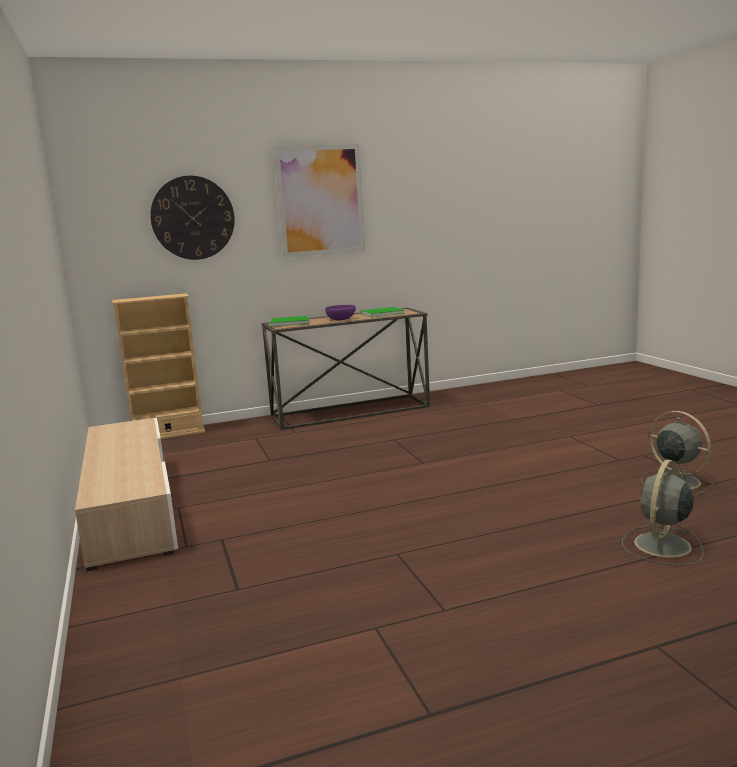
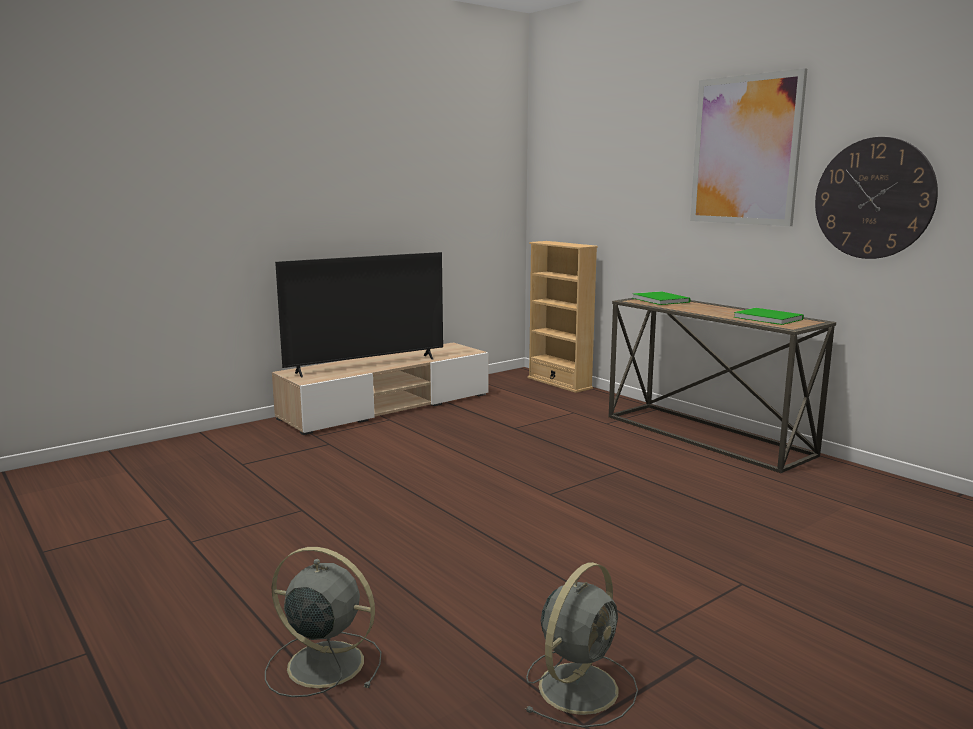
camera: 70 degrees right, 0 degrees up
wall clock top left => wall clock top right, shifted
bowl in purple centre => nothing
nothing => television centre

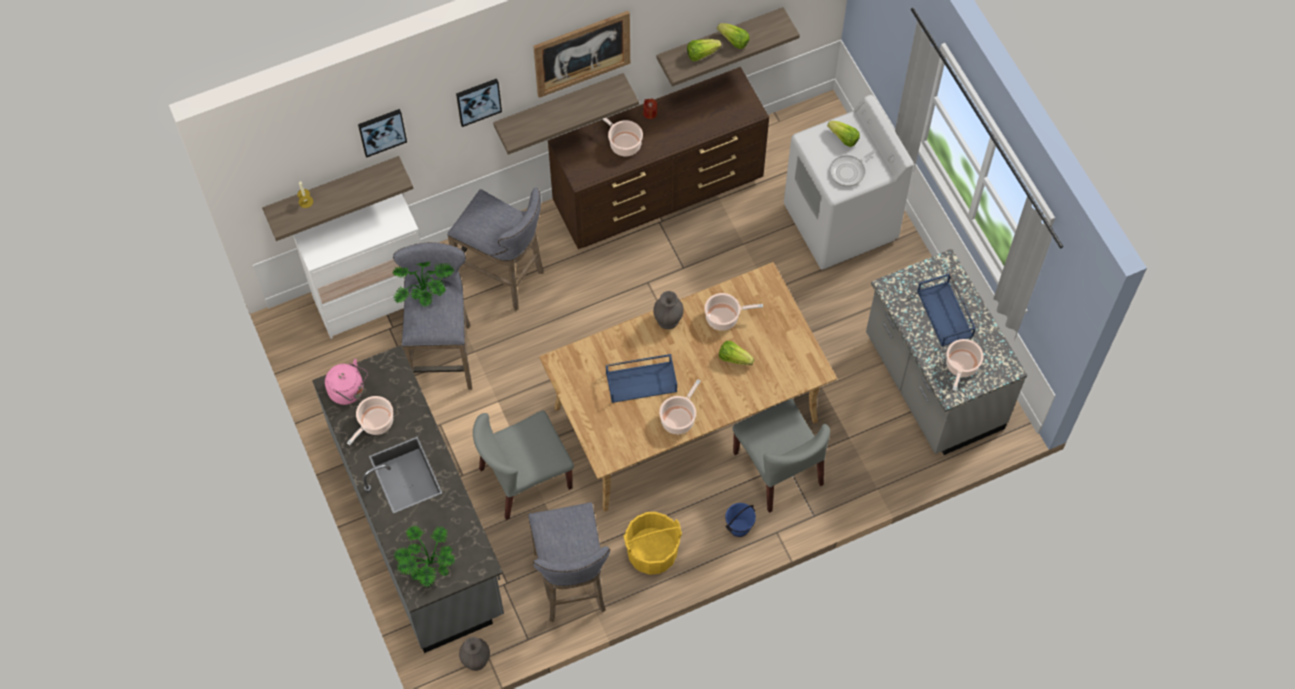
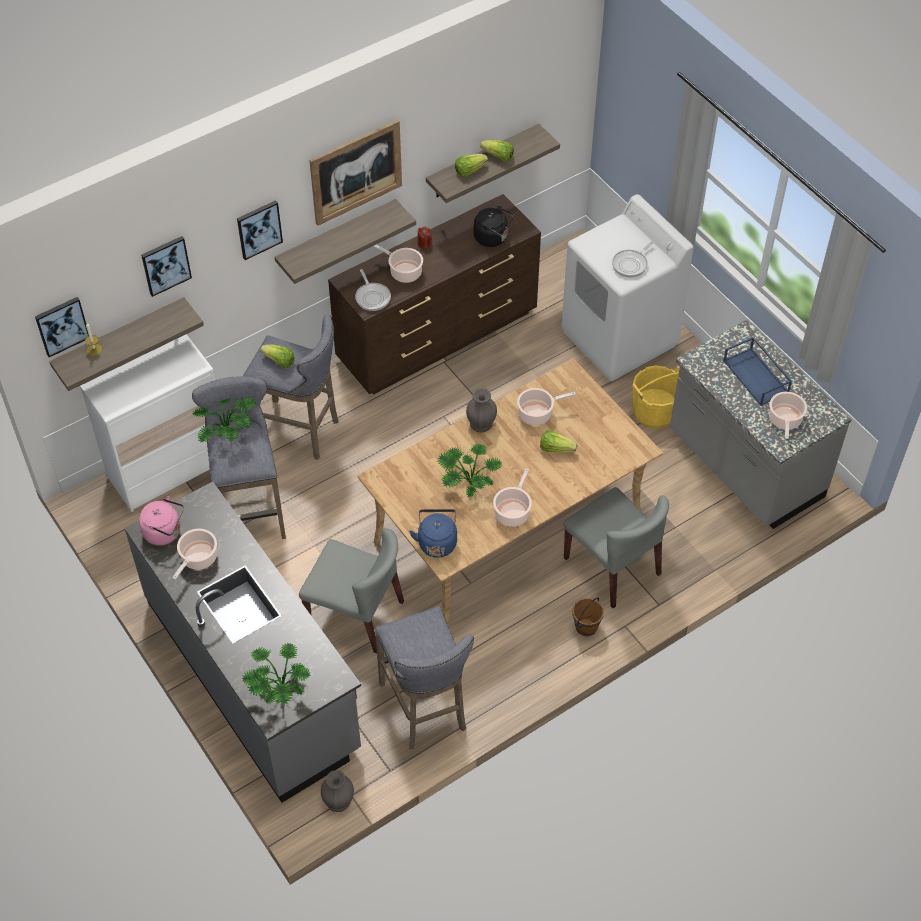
camera: 10 degrees left, 10 degrees down
chair in grey (no. 1 from left) bottom centre => chair in grey (no. 1 from left) centre, 120 degrees counterclockwise
tray in blue (no. 1 from left) centre => potted plant (no. 3 from left) centre
bucket in yellow bottom centre => bucket in yellow middle right, shifted
bucket in blue bottom centre => bucket in brown bottom centre
lettuce (no. 4 from left in the first image) top centre => lettuce (no. 1 from left) middle left, shifted
nothing => picture (no. 1 from left) middle left
nothing => frying pan (no. 1 from left) top centre
nothing => kettle in blue centre
nothing => kettle in black top centre

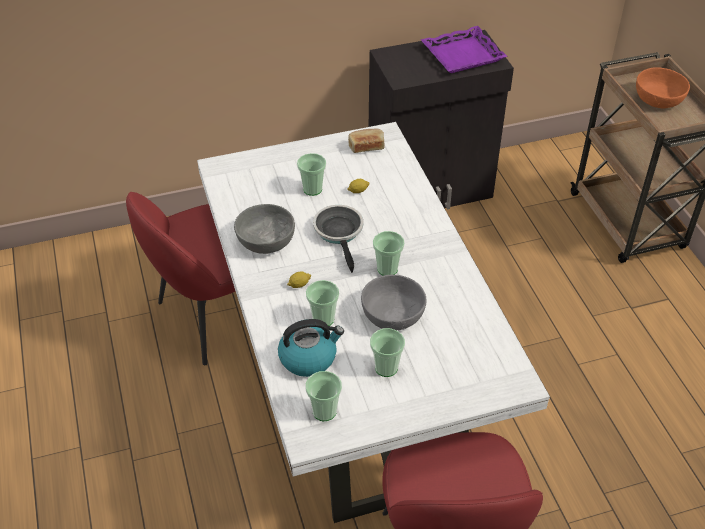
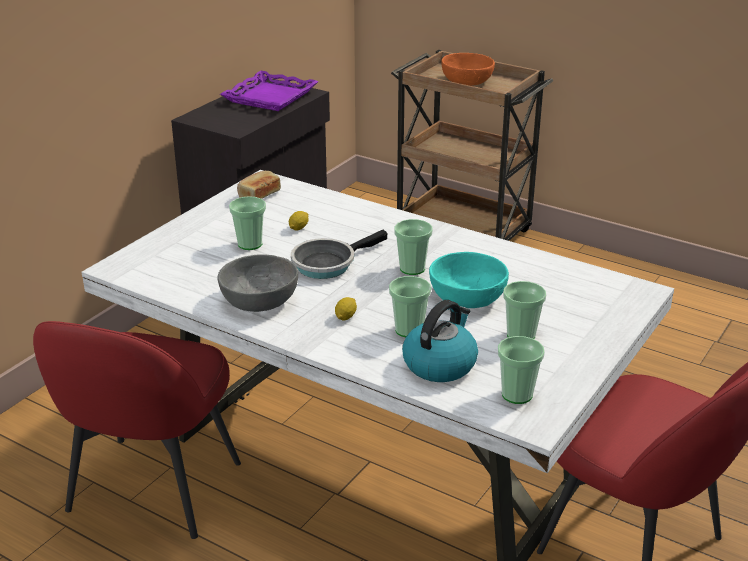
camera: 40 degrees left, 15 degrees down
frying pan centre, 75 degrees counterclockwise
bowl in grey (no. 2 from left) centre => bowl in turquoise centre

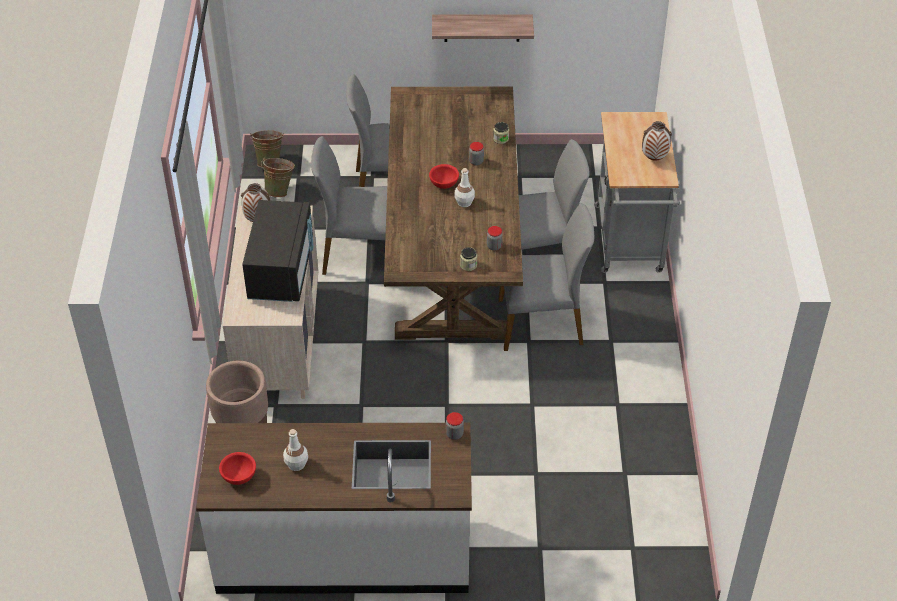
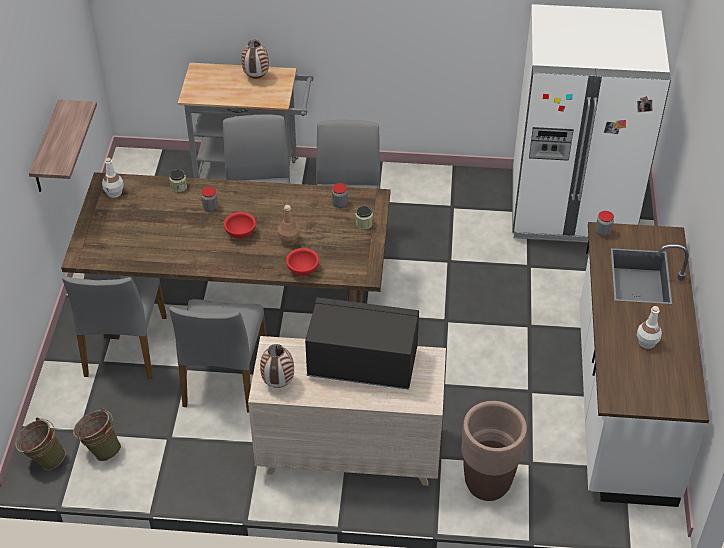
camera: 85 degrees left, 0 degrees up
bowl in red (no. 1 from left in the first image) bottom left => bowl in red (no. 2 from left) centre, shifted
bottle in white (no. 2 from left in the first image) top centre => bottle in white (no. 1 from left) top left, shifted
nothing => bottle in brown centre
nothing => fridge in white top right

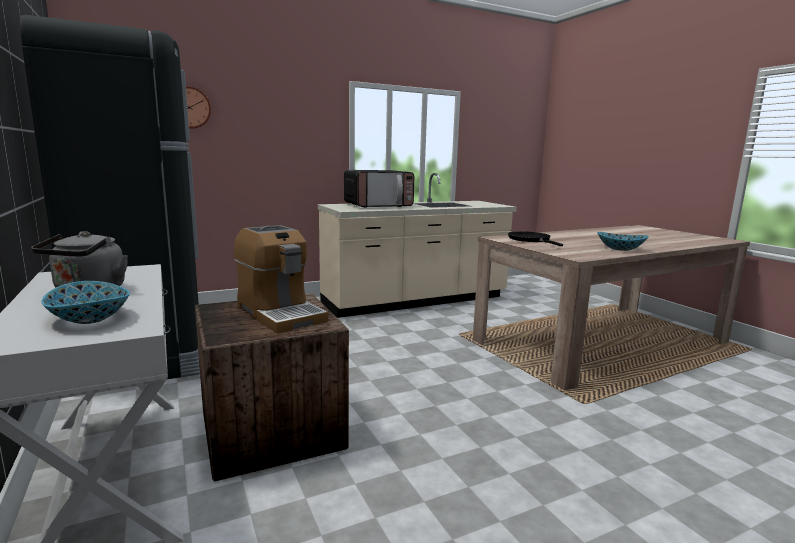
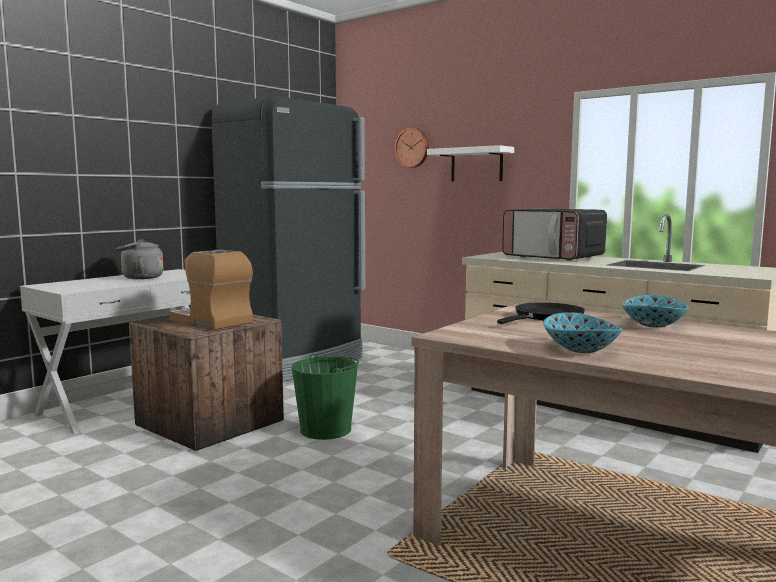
camera: 65 degrees right, 5 degrees down
bowl (no. 1 from left in the first image) middle left => bowl (no. 2 from left) middle right, shifted
coffee machine centre => coffee machine middle left, 105 degrees clockwise
nothing => bucket in green bottom centre
nothing => shelf in white top centre

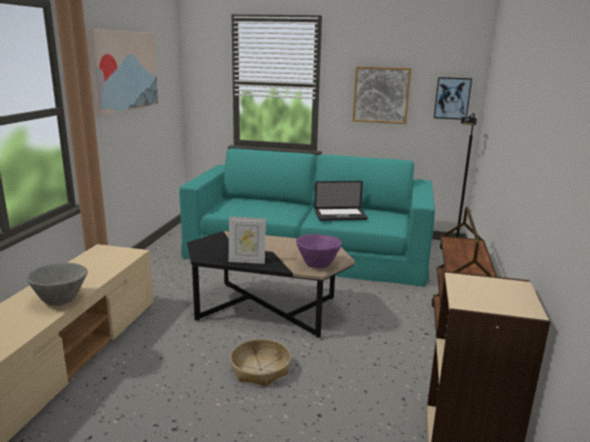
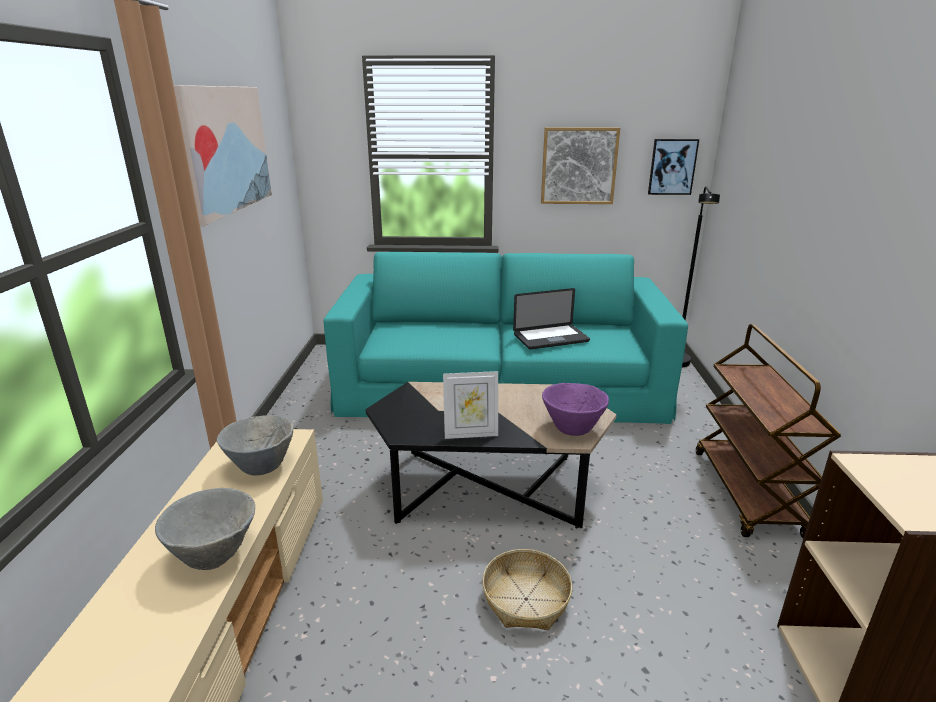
camera: 10 degrees left, 5 degrees up
nothing => bowl in grey (no. 2 from left) middle left

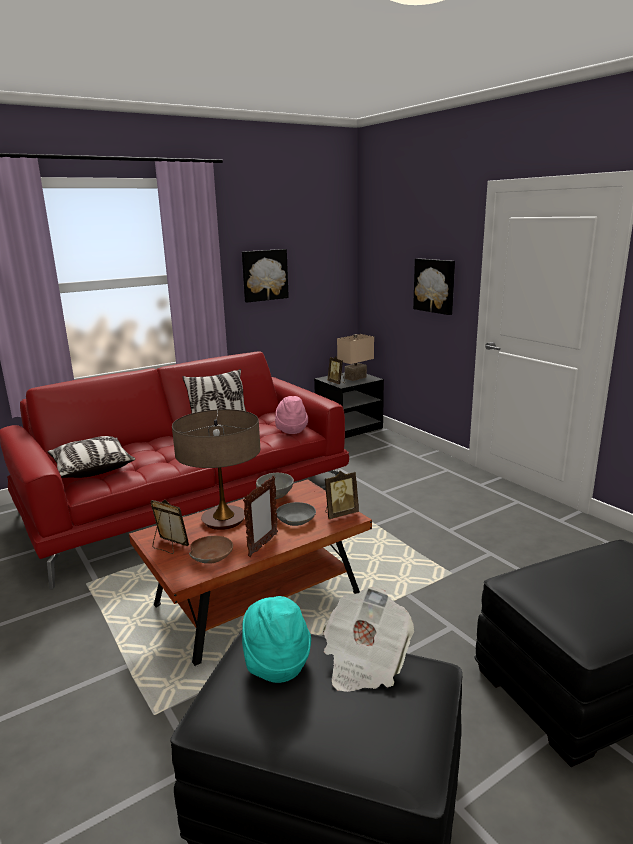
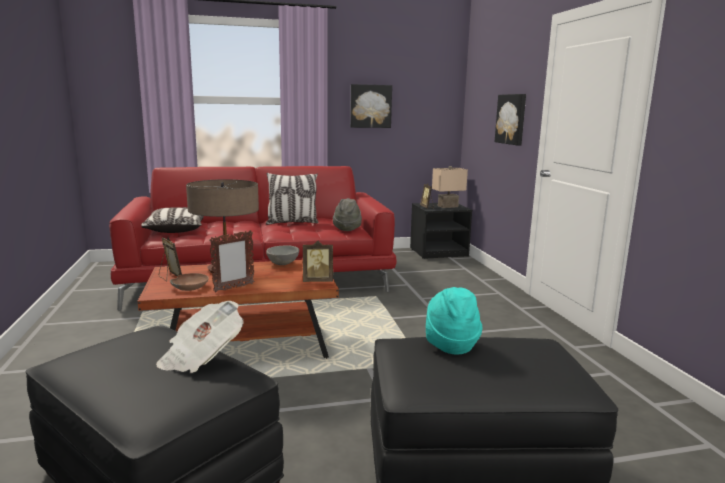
camera: 20 degrees right, 5 degrees down
hat in turquoise bottom centre => hat in turquoise centre, shifted
hat in pink centre => hat in grey centre
bowl in grey (no. 2 from left) centre => nothing

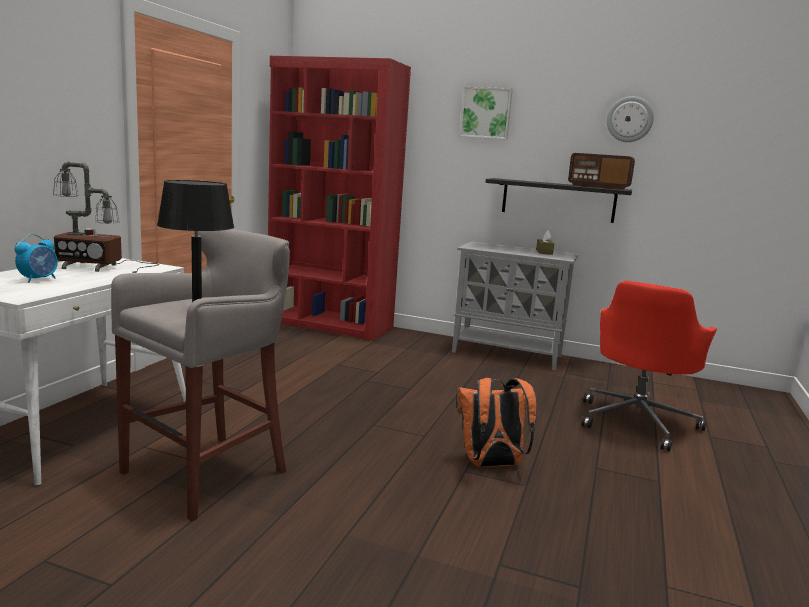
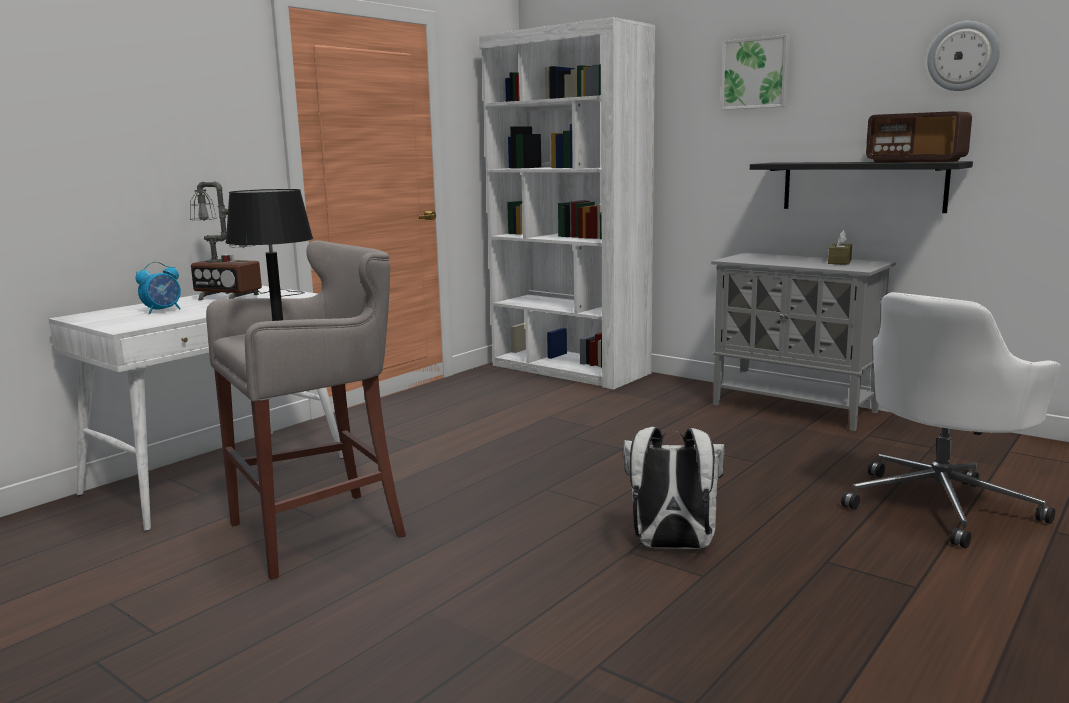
camera: 20 degrees right, 0 degrees up
bookcase in red top centre => bookcase in white top centre
backpack in orange bottom centre => backpack in white bottom centre
office chair in red middle right => office chair in white middle right

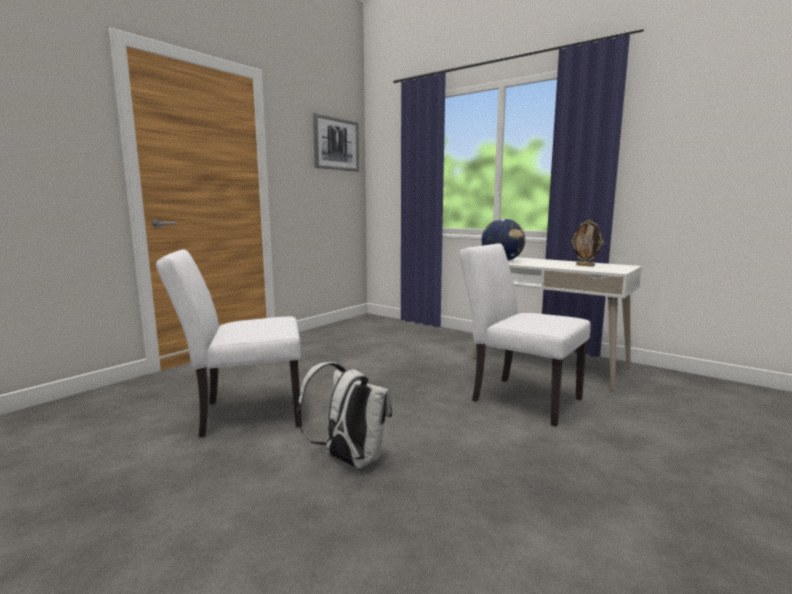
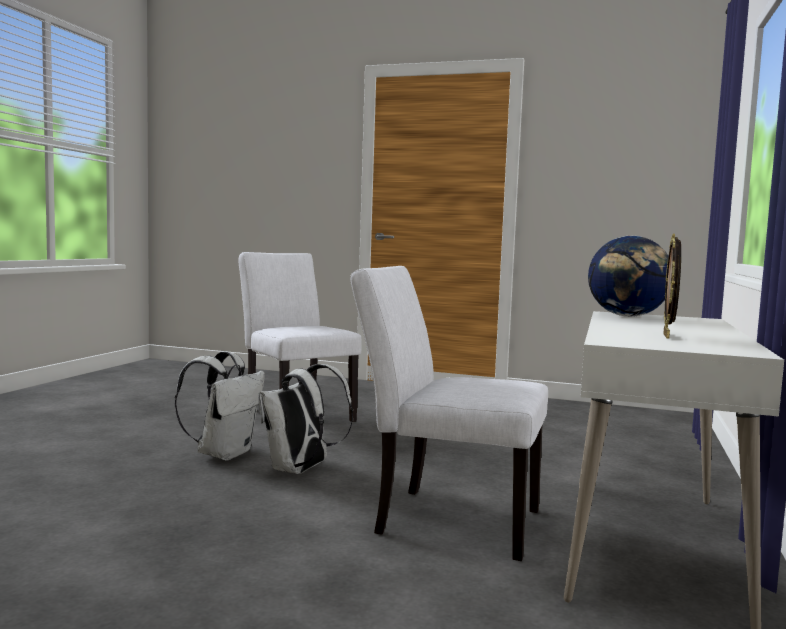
camera: 70 degrees right, 5 degrees down
picture top centre => nothing
chair in white (no. 2 from left) centre, 90 degrees counterclockwise
nothing => backpack in white (no. 2 from left) centre

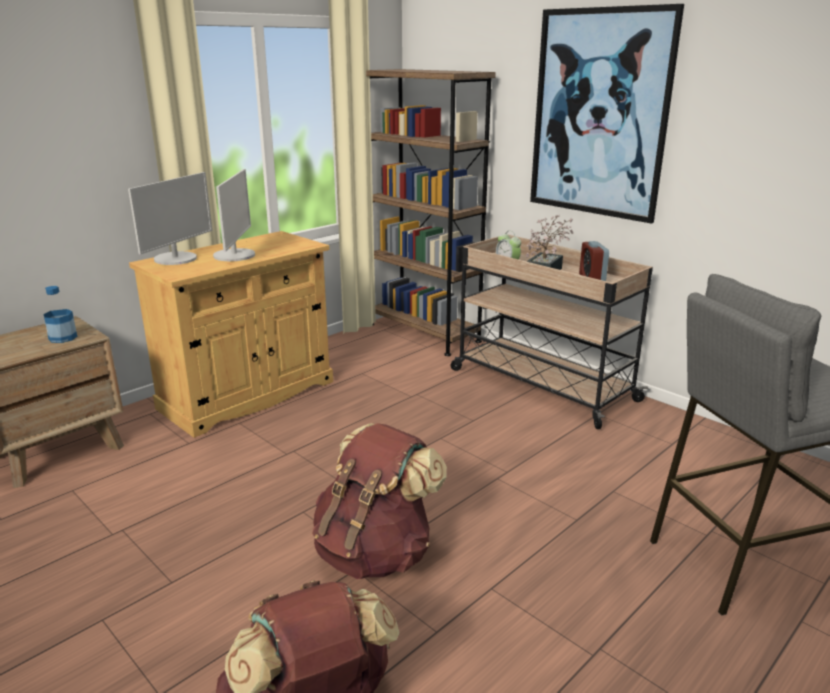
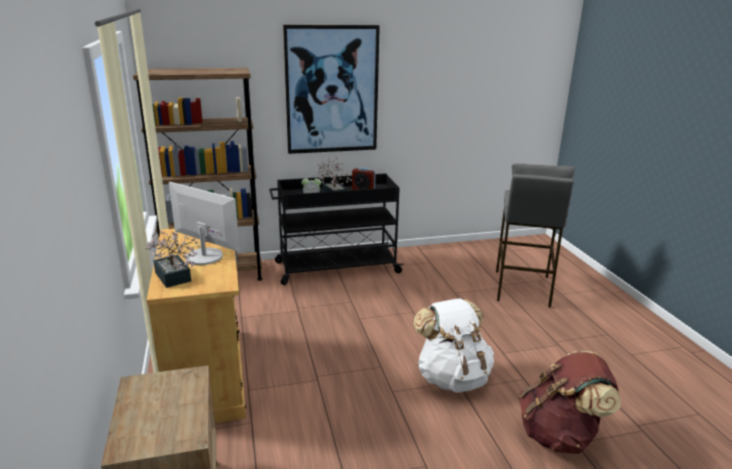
camera: 60 degrees left, 0 degrees up
bottle middle left => nothing
monitor (no. 1 from left) top left => potted plant (no. 1 from left) middle left
backpack in brown (no. 2 from left) bottom centre => backpack in white bottom centre
cart in beige centre => cart in black centre

